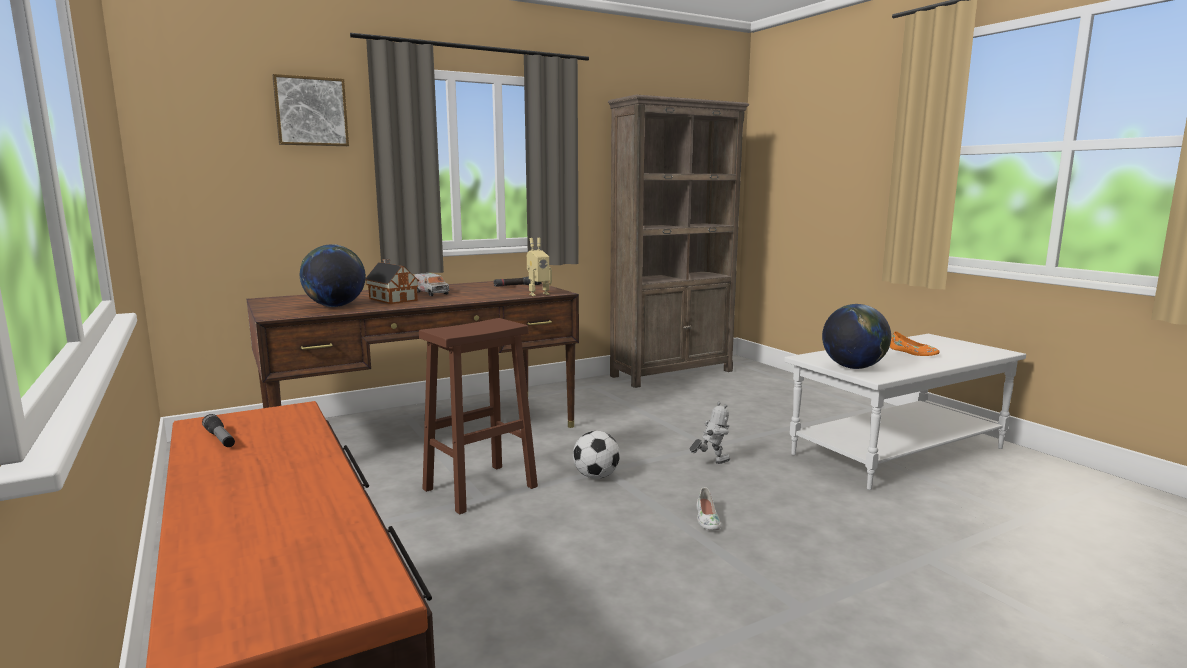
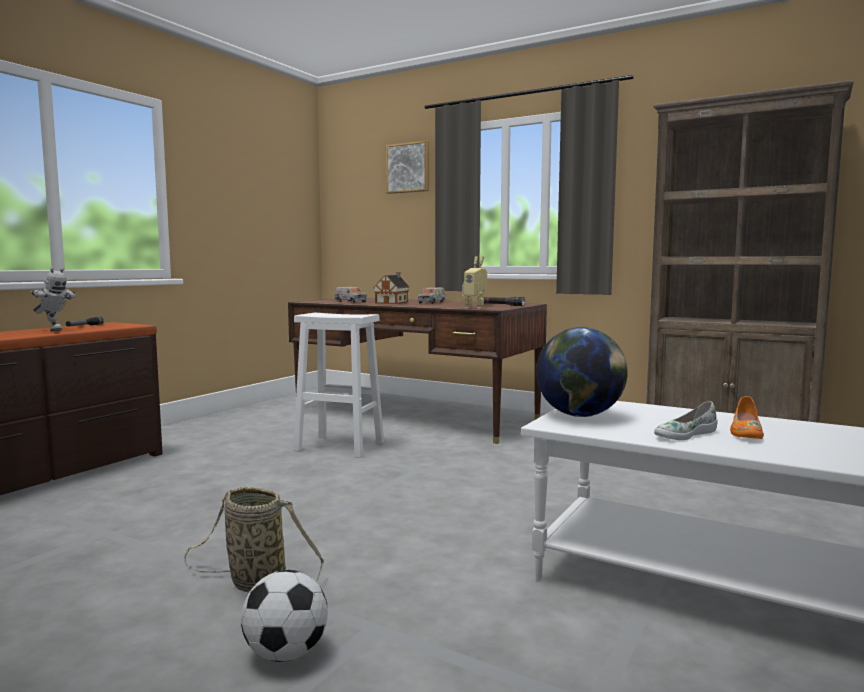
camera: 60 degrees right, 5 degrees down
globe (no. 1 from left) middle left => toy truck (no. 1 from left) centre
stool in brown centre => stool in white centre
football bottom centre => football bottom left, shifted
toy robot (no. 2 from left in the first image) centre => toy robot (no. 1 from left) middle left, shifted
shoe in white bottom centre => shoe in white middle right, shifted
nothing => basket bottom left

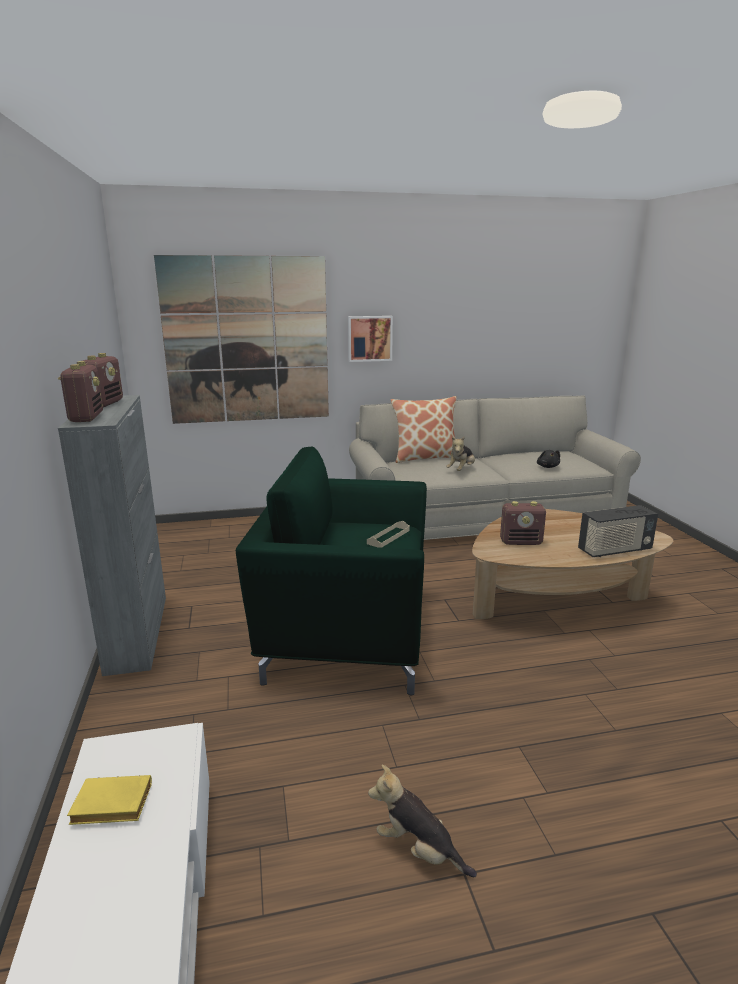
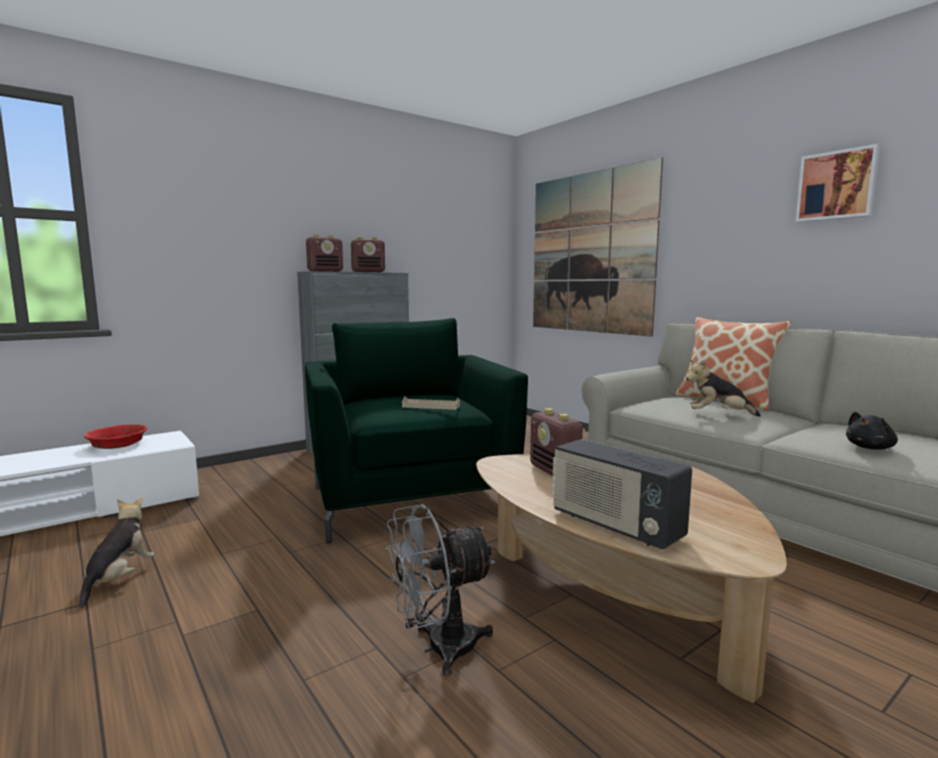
camera: 65 degrees right, 10 degrees down
book in yellow bottom left => bowl in red middle left
picture (no. 2 from left) centre => picture (no. 2 from left) top right, shifted
nothing => fan in grey bottom centre

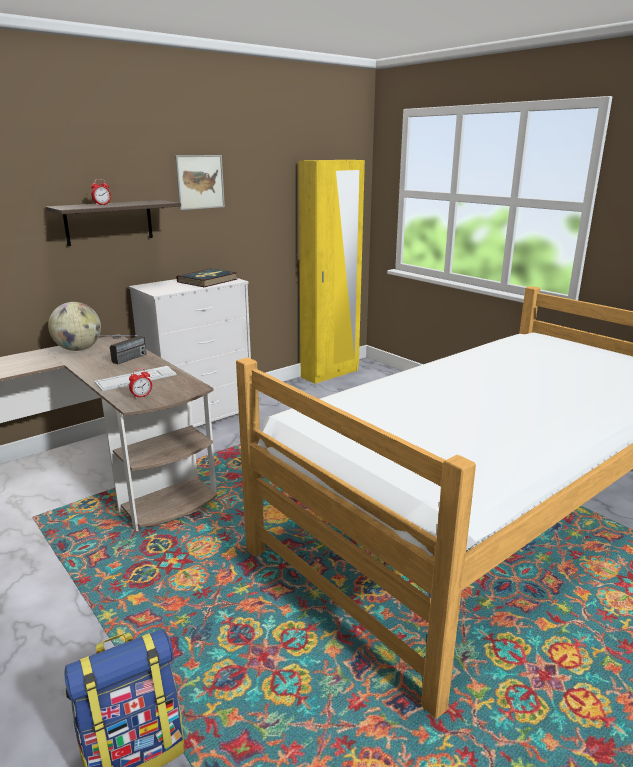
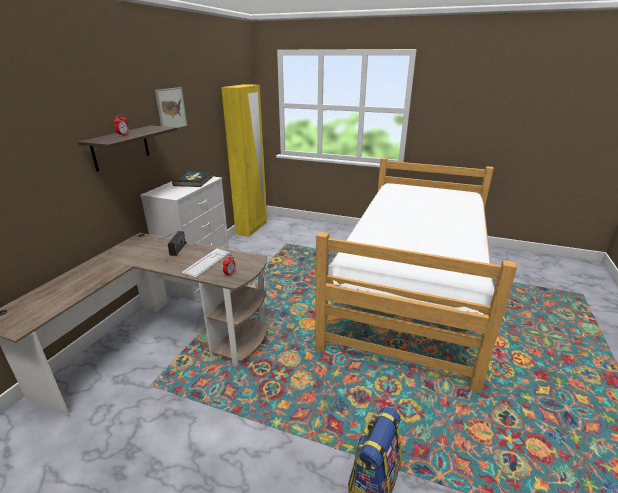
camera: 30 degrees left, 5 degrees up
globe middle left => nothing

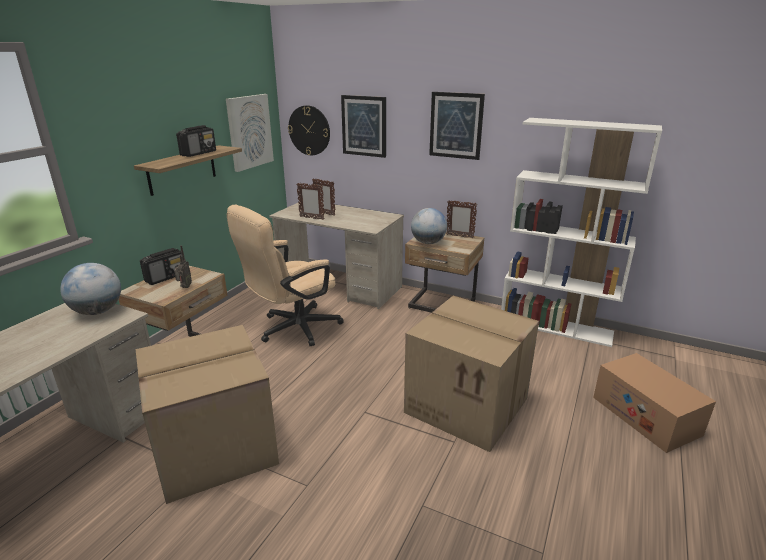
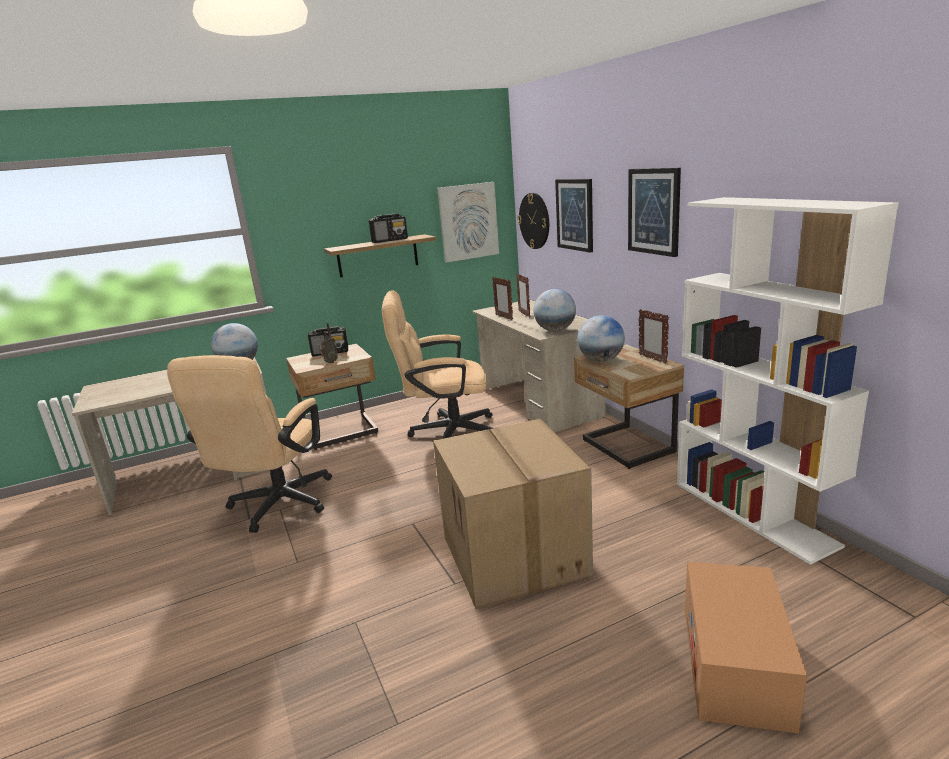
camera: 40 degrees right, 5 degrees down
cardboard box (no. 1 from left) bottom left => office chair in beige (no. 1 from left) middle left
nothing => globe (no. 2 from left) centre

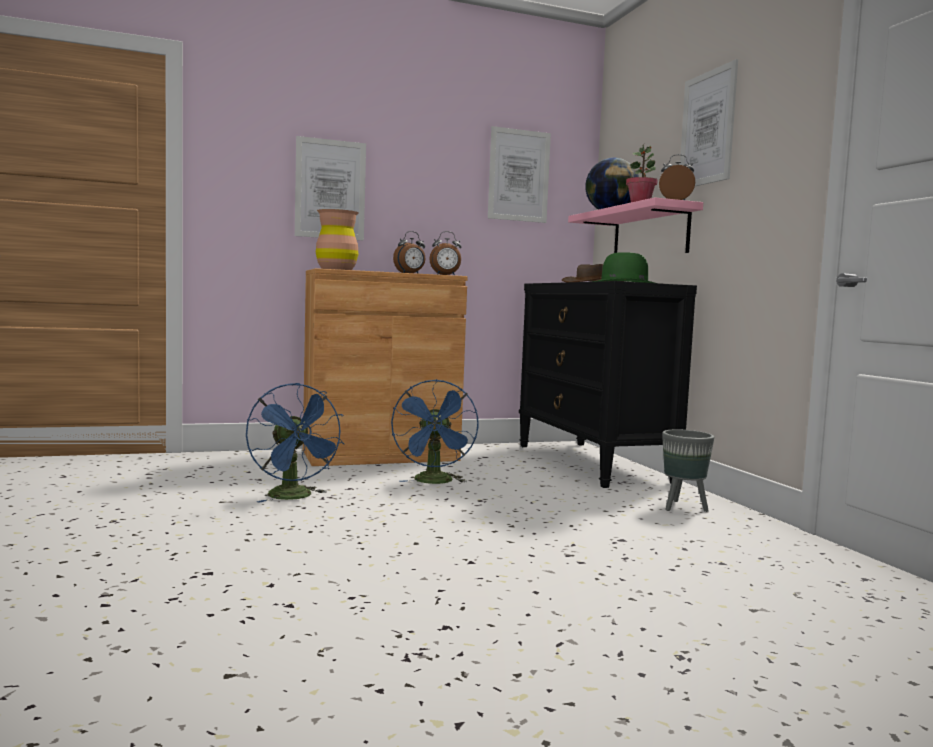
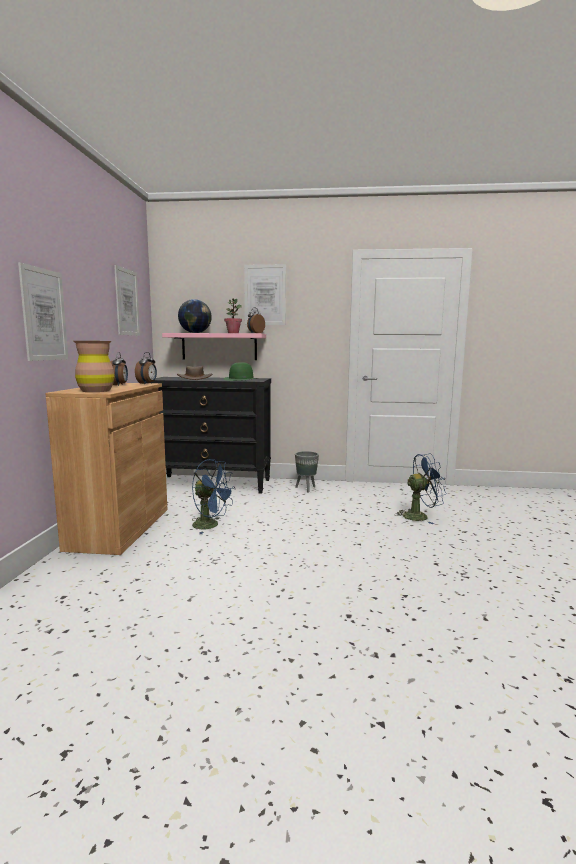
camera: 65 degrees left, 5 degrees up
fan in blue (no. 1 from left in the first image) middle left => fan in blue (no. 2 from left) middle right, shifted

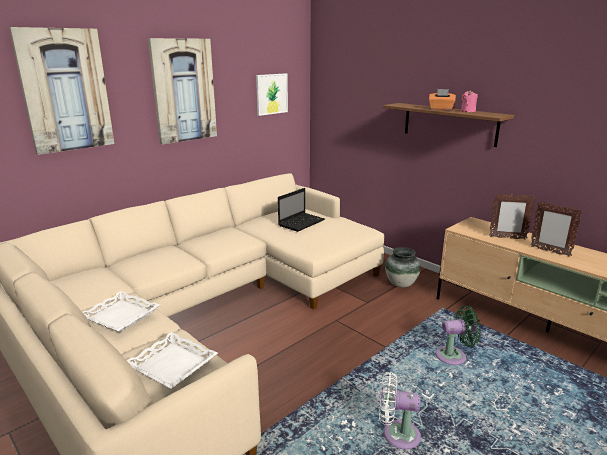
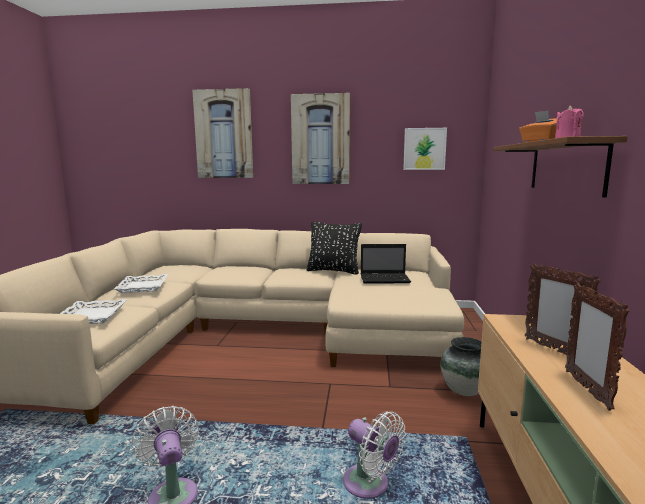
camera: 50 degrees right, 10 degrees down
fan in green bottom right => fan in white (no. 2 from left) bottom centre
nothing => pillow in black centre

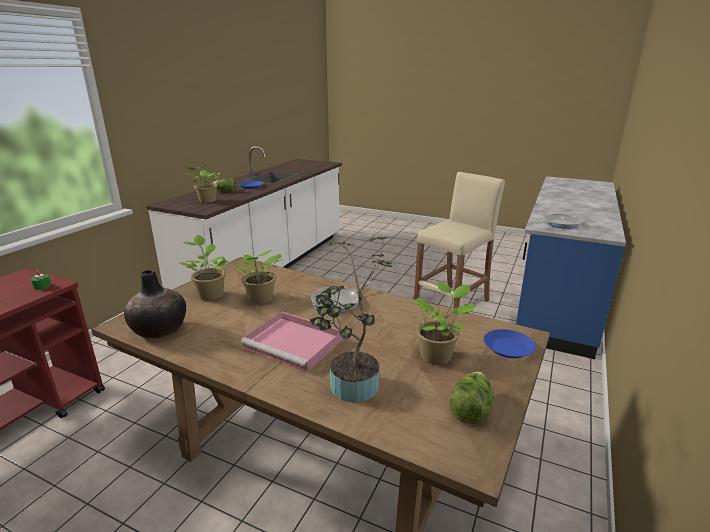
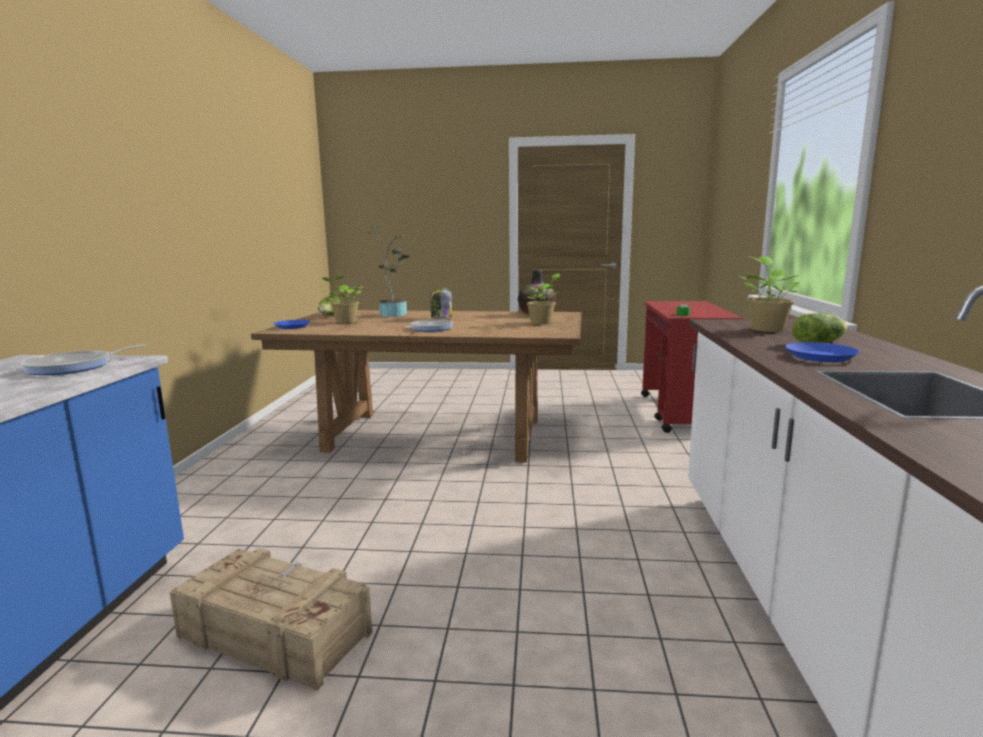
camera: 160 degrees right, 10 degrees down
potted plant (no. 3 from left) centre => nothing
tray in pink centre => jar centre
stool in beige centre => crate bottom left

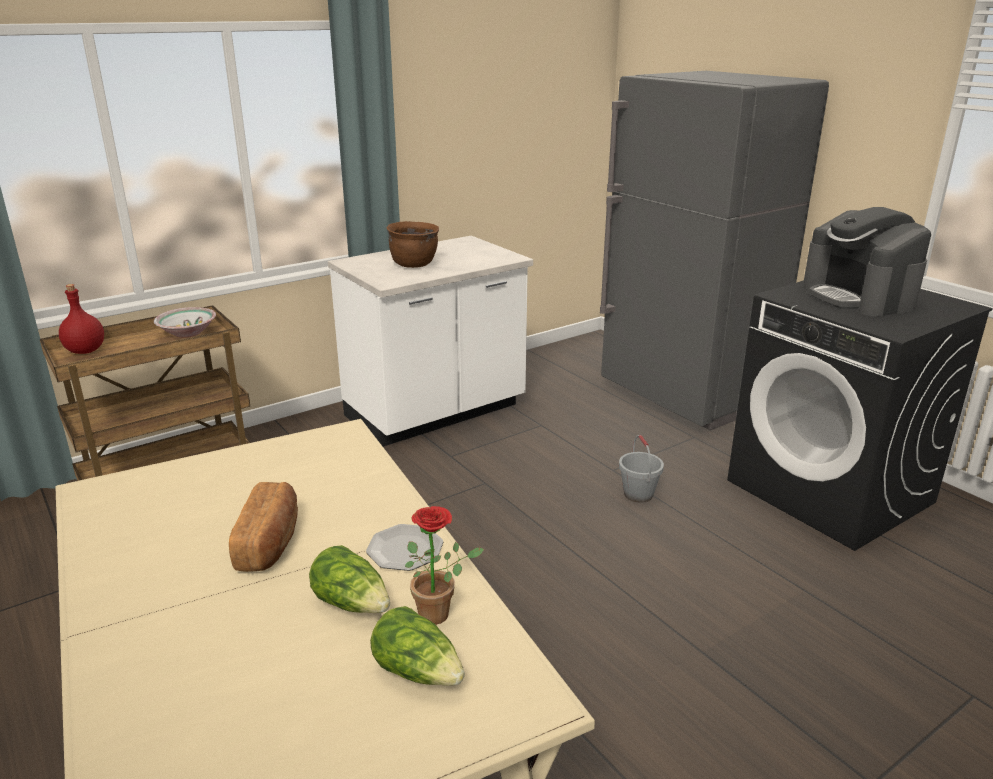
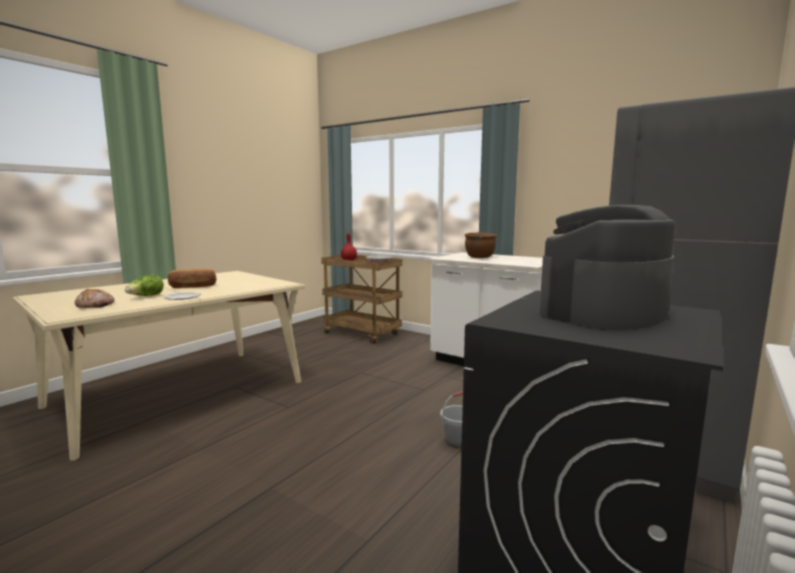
camera: 70 degrees right, 15 degrees down
lettuce (no. 2 from left) bottom centre => bread (no. 1 from left) middle left
potted plant bottom centre => nothing

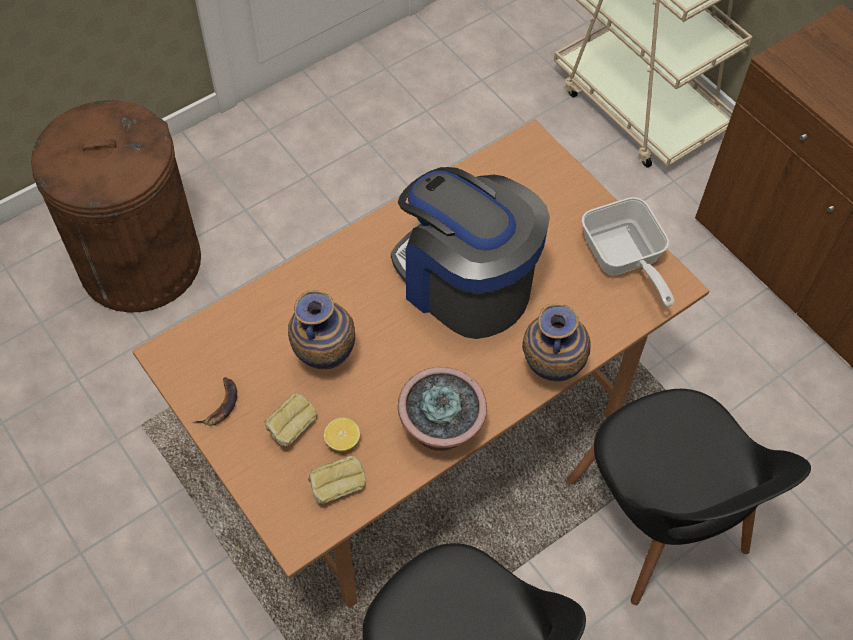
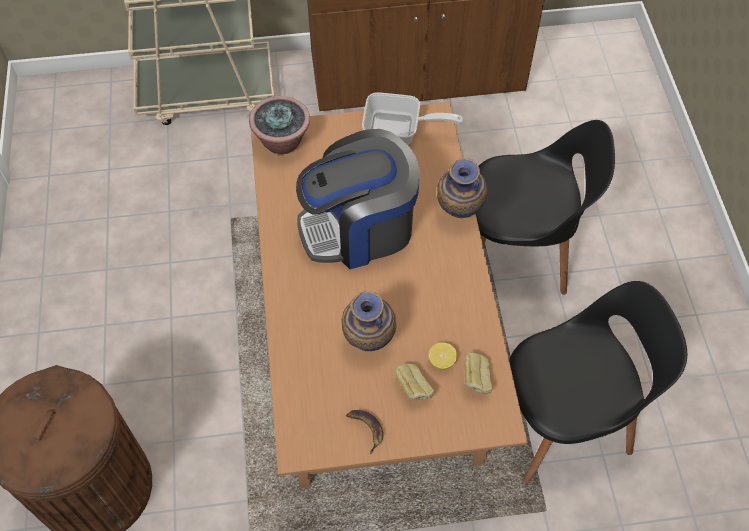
camera: 60 degrees left, 0 degrees up
potted plant centre => potted plant top centre, shifted

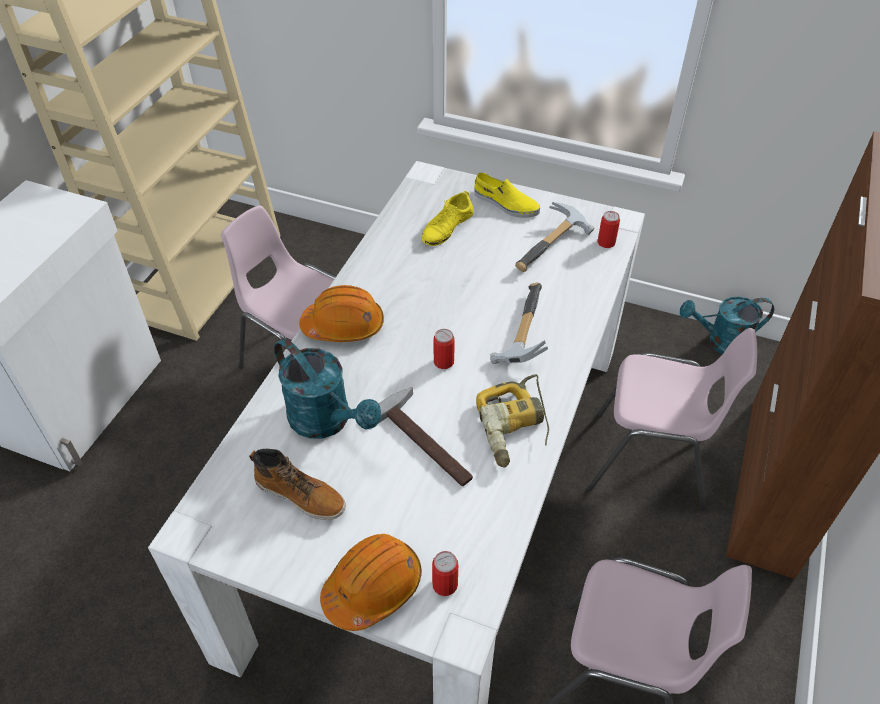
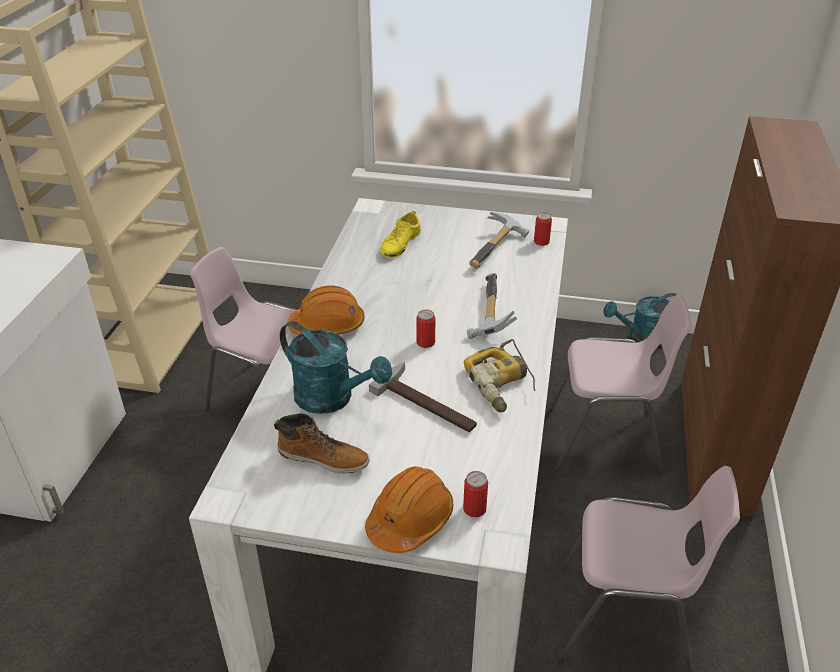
camera: 10 degrees left, 10 degrees down
shoe in yellow (no. 2 from left) top centre => nothing

